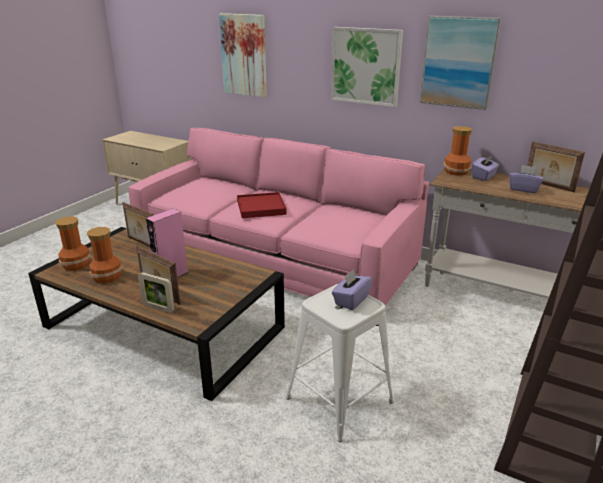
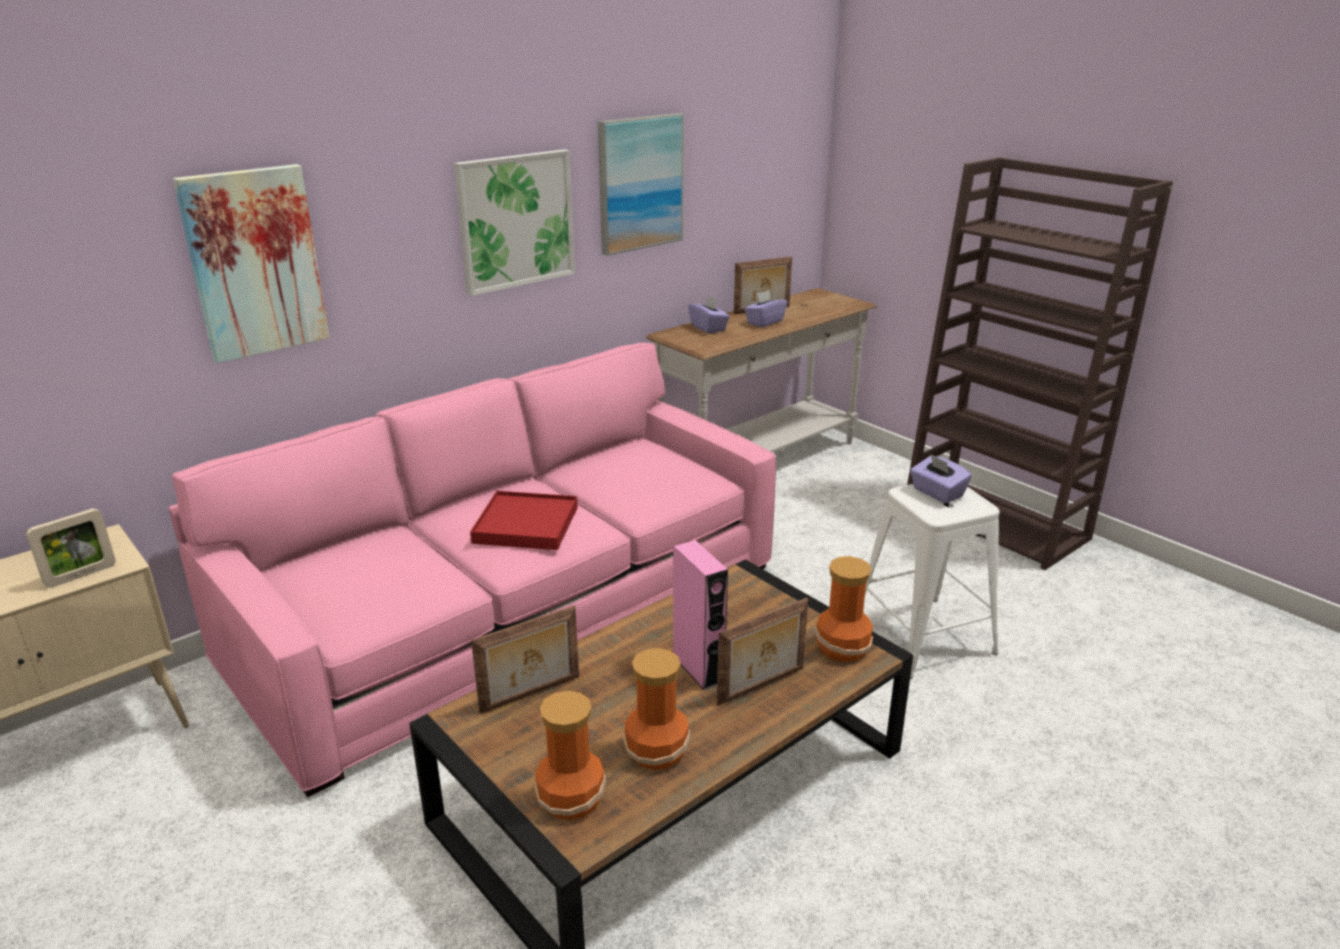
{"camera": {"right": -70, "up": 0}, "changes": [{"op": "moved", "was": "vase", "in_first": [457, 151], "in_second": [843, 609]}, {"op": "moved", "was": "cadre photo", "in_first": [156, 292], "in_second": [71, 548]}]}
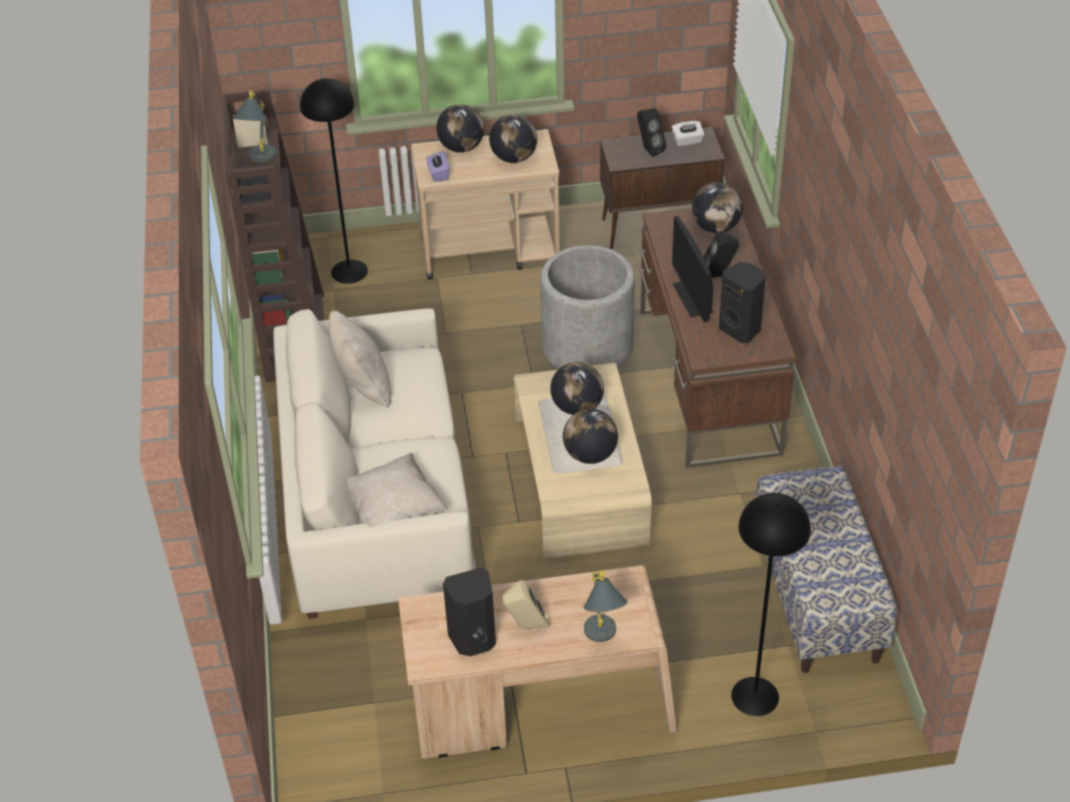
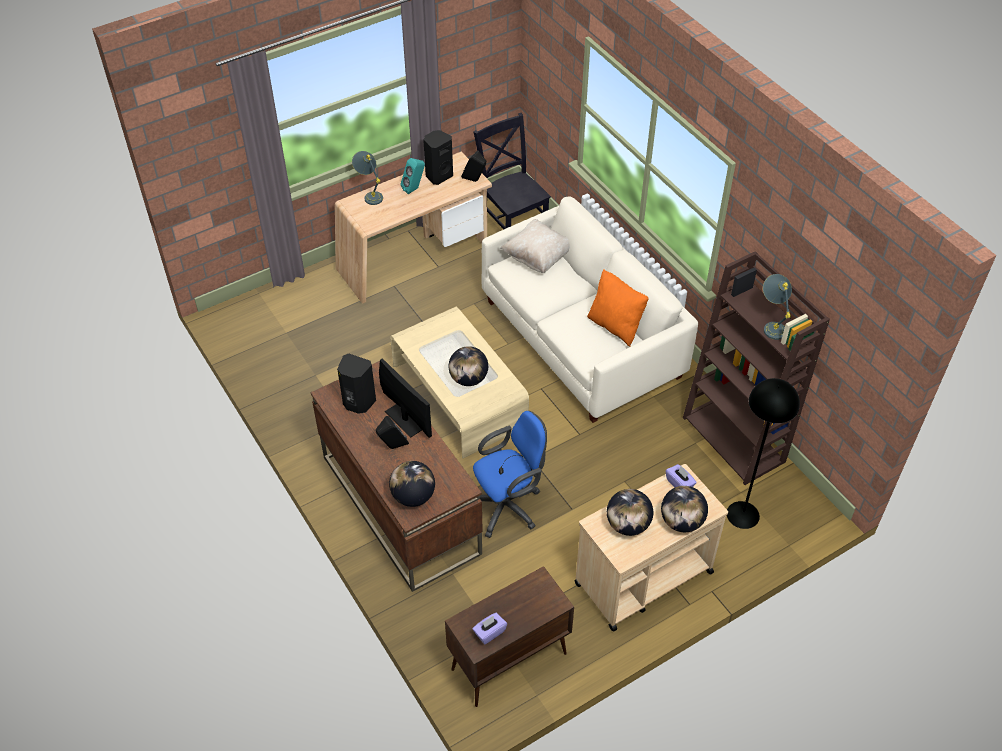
{"camera": {"right": 155, "up": 5}, "changes": [{"op": "moved", "was": "enceinte (noir)", "in_first": [651, 132], "in_second": [473, 166]}, {"op": "recoloured", "was": "boîte à mouchoirs (blanc)", "now": "boîte à mouchoirs (violet)", "in_first": [687, 133], "in_second": [489, 628]}, {"op": "replaced", "was": "cache-pot (gris)", "now": "chaise de bureau (bleu)", "in_first": [587, 307], "in_second": [510, 474]}, {"op": "recoloured", "was": "coussin (beige)", "now": "coussin (orange)", "in_first": [360, 359], "in_second": [618, 308]}, {"op": "removed", "was": "globe", "in_first": [590, 436]}, {"op": "removed", "was": "banc", "in_first": [826, 569]}, {"op": "removed", "was": "lampadaire (noir)", "in_first": [771, 604]}, {"op": "recoloured", "was": "enceinte (beige)", "now": "enceinte (turquoise)", "in_first": [525, 604], "in_second": [413, 176]}, {"op": "added", "now": "chaise (noir)", "in_second": [512, 171]}]}
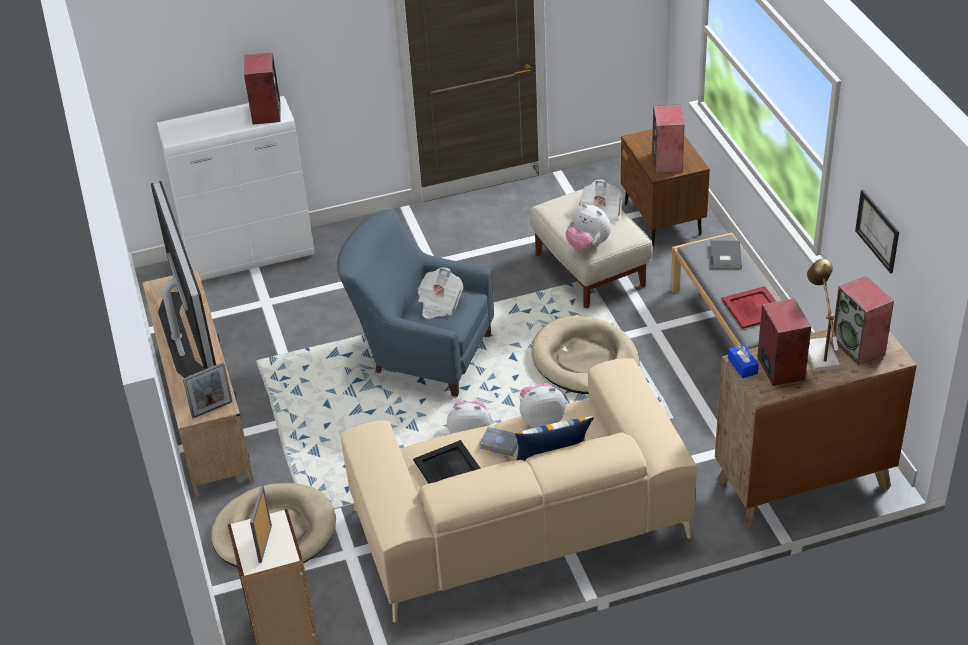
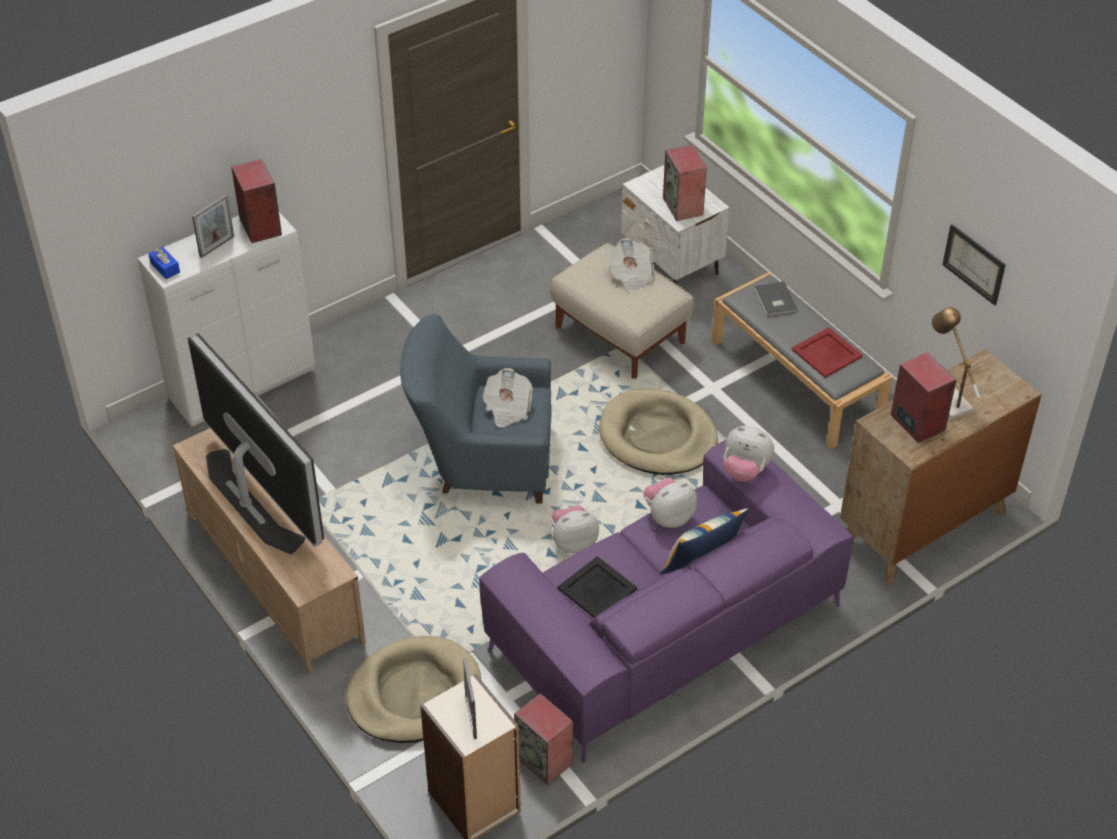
{"camera": {"right": -20, "up": 5}, "changes": [{"op": "recoloured", "was": "table de chevet (marron)", "now": "table de chevet (blanc)", "in_first": [665, 187], "in_second": [675, 224]}, {"op": "moved", "was": "peluche", "in_first": [588, 227], "in_second": [749, 454]}, {"op": "moved", "was": "enceinte", "in_first": [863, 320], "in_second": [543, 739]}, {"op": "moved", "was": "boîte à mouchoirs (bleu)", "in_first": [743, 361], "in_second": [164, 263]}, {"op": "recoloured", "was": "canapé (beige)", "now": "canapé (violet)", "in_first": [519, 490], "in_second": [666, 601]}, {"op": "moved", "was": "cadre photo", "in_first": [208, 390], "in_second": [213, 226]}, {"op": "removed", "was": "livre (gris)", "in_first": [498, 441]}]}
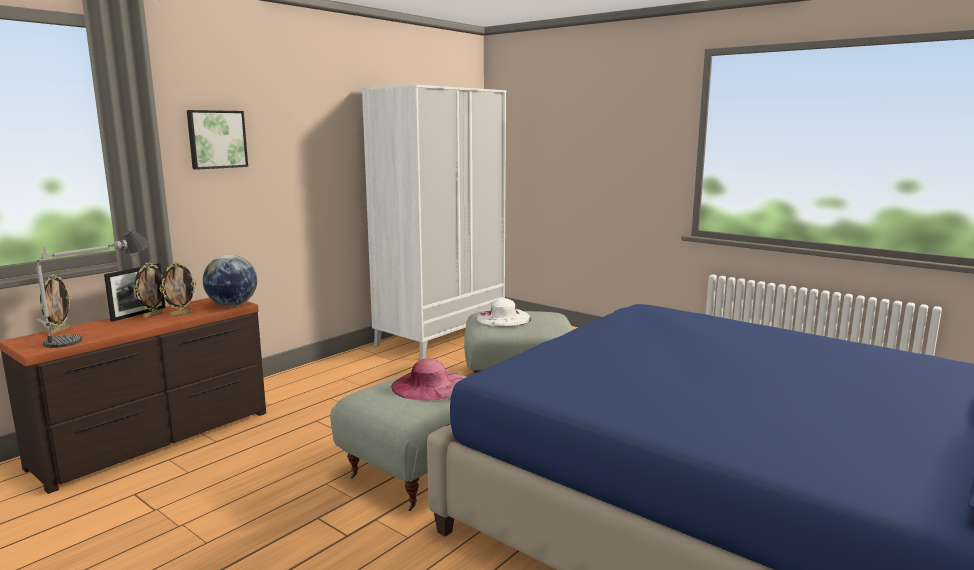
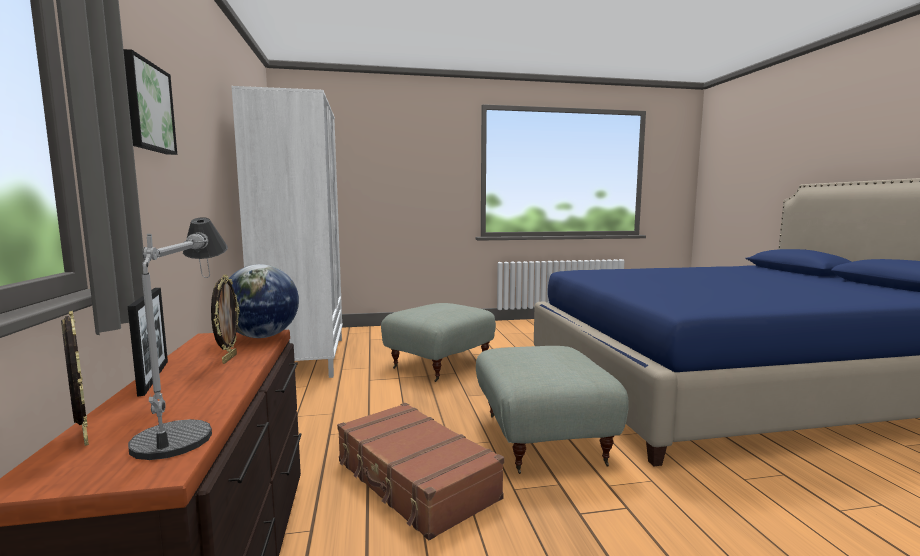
{"camera": {"right": -50, "up": -5}, "changes": [{"op": "removed", "was": "cadre photo", "in_first": [148, 290]}, {"op": "removed", "was": "chapeau (blanc)", "in_first": [504, 312]}, {"op": "removed", "was": "chapeau (rose)", "in_first": [427, 379]}, {"op": "added", "now": "valise (marron)", "in_second": [420, 472]}]}
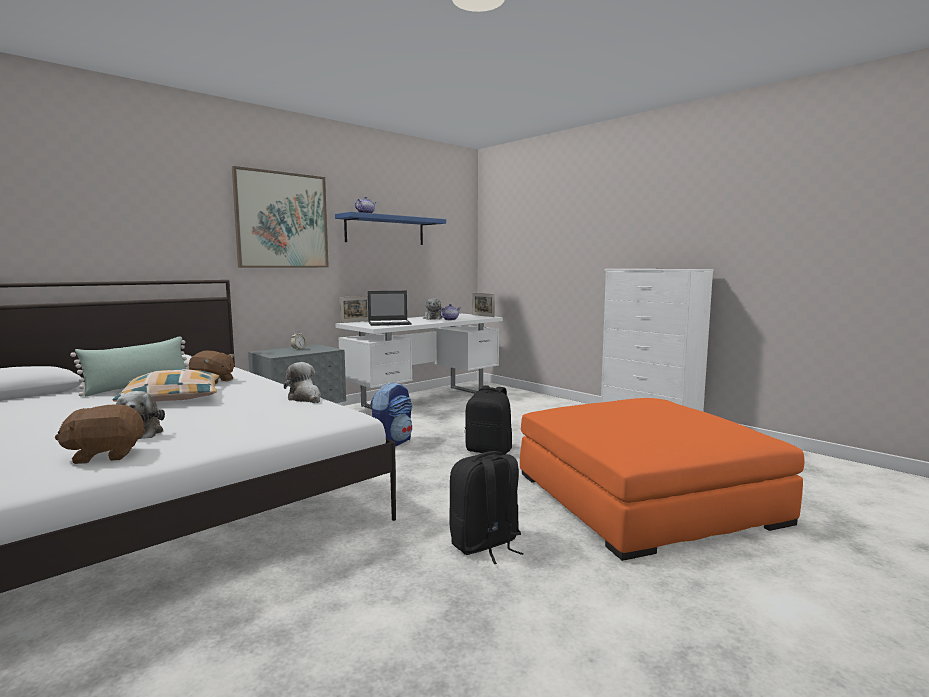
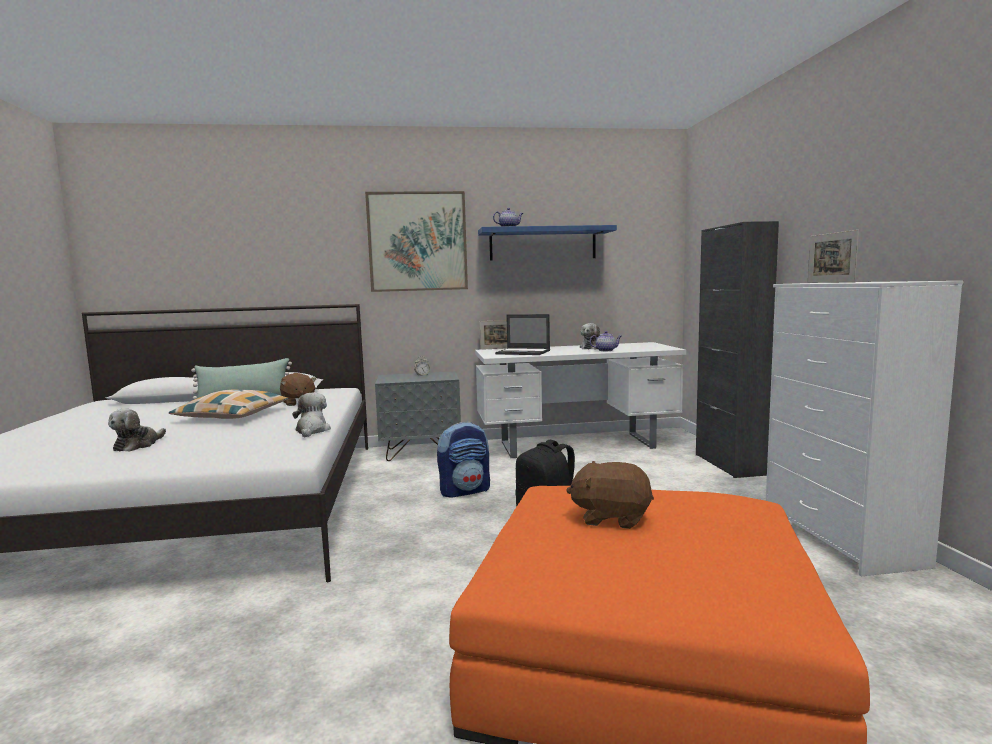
{"camera": {"right": 35, "up": 0}, "changes": [{"op": "moved", "was": "cadre photo", "in_first": [483, 305], "in_second": [833, 256]}, {"op": "moved", "was": "peluche (marron)", "in_first": [100, 434], "in_second": [610, 495]}, {"op": "removed", "was": "sac à dos (noir)", "in_first": [486, 507]}, {"op": "added", "now": "meuble de rangement (noir)", "in_second": [737, 349]}]}
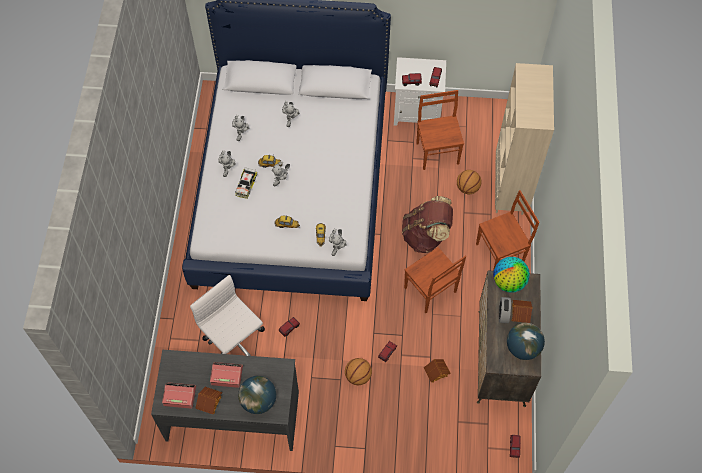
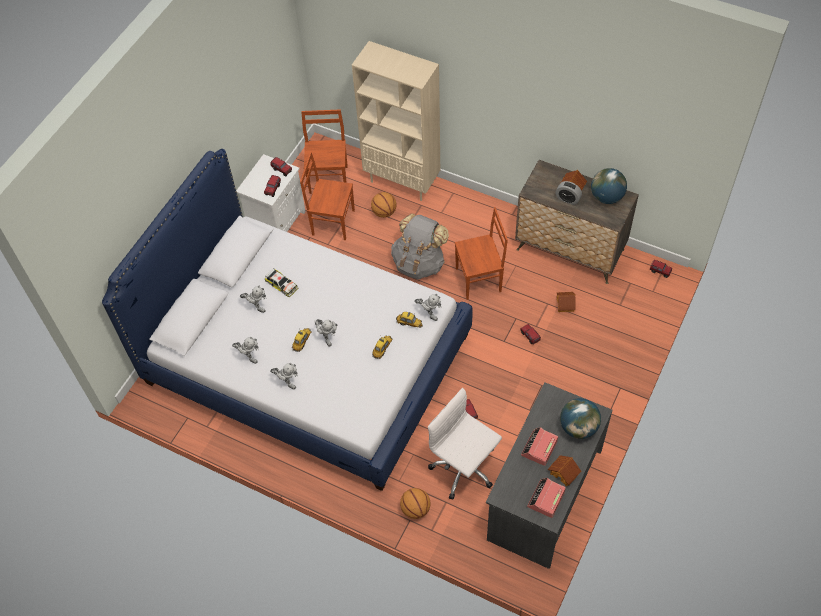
{"camera": {"right": -65, "up": -5}, "changes": [{"op": "moved", "was": "petite voiture", "in_first": [246, 183], "in_second": [281, 282]}, {"op": "moved", "was": "chaise (marron)", "in_first": [508, 230], "in_second": [324, 152]}, {"op": "recoloured", "was": "sac à dos (marron)", "now": "sac à dos (gris)", "in_first": [427, 224], "in_second": [420, 247]}, {"op": "removed", "was": "globe", "in_first": [511, 275]}, {"op": "turned", "was": "chaise de bureau (blanc)", "in_first": [227, 315], "in_second": [465, 444], "clockwise": 60}, {"op": "moved", "was": "ballon de basket", "in_first": [358, 371], "in_second": [415, 503]}]}
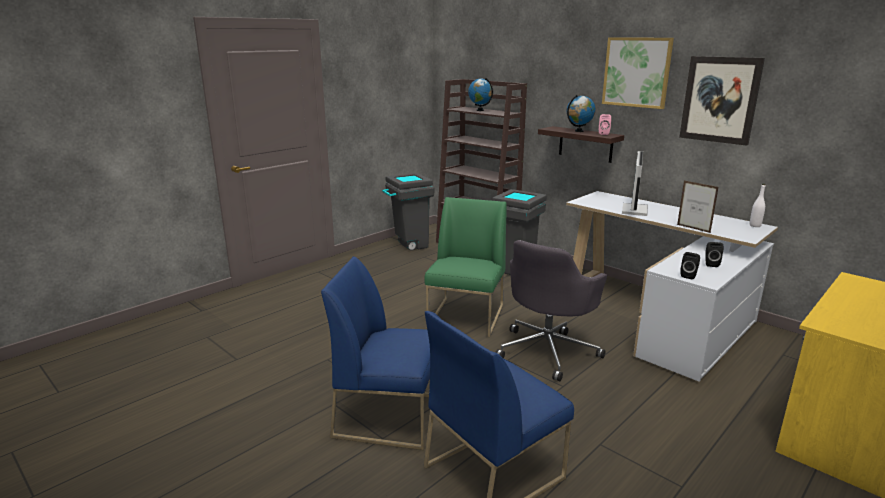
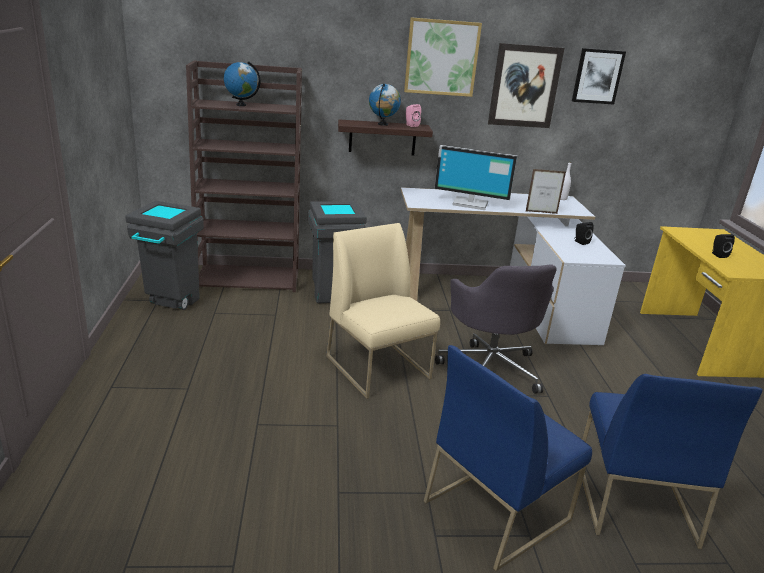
{"camera": {"right": -50, "up": 5}, "changes": [{"op": "turned", "was": "écran d'ordinateur", "in_first": [635, 183], "in_second": [476, 177], "clockwise": 135}, {"op": "recoloured", "was": "chaise (vert)", "now": "chaise (beige)", "in_first": [465, 267], "in_second": [383, 311]}, {"op": "moved", "was": "enceinte (noir)", "in_first": [690, 265], "in_second": [723, 246]}, {"op": "added", "now": "tableau", "in_second": [599, 76]}]}
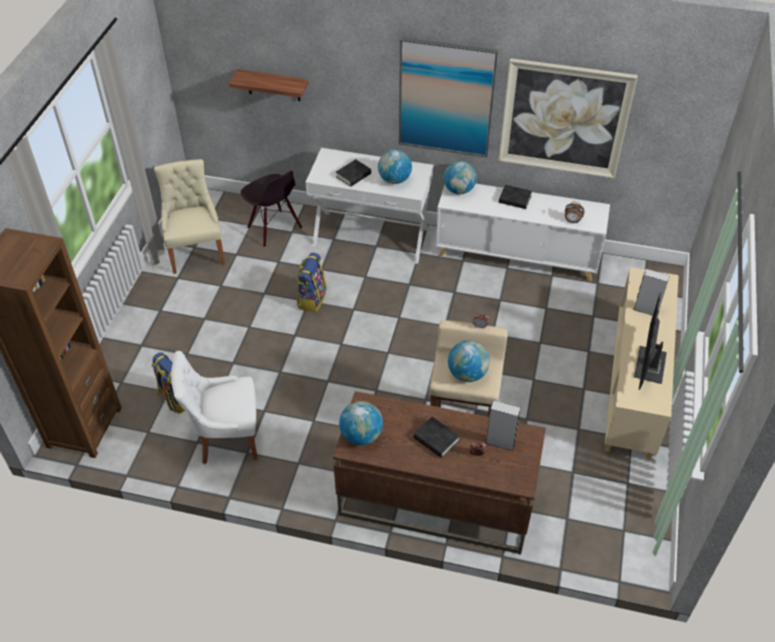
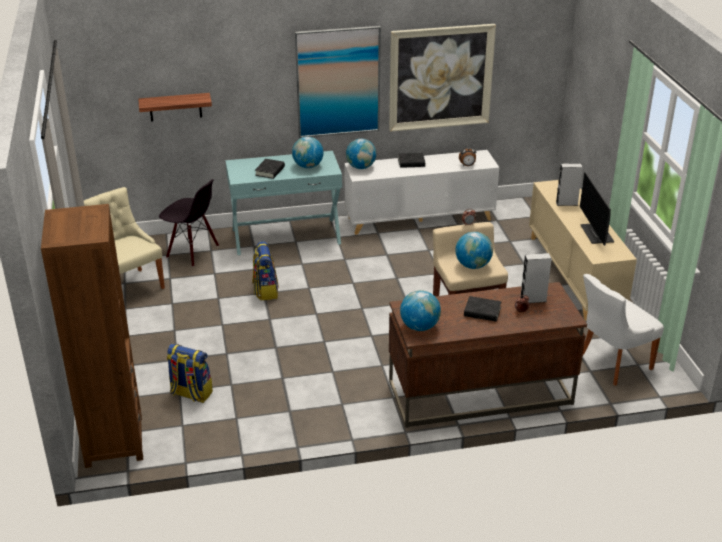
{"camera": {"right": -25, "up": -15}, "changes": [{"op": "recoloured", "was": "table console (blanc)", "now": "table console (turquoise)", "in_first": [369, 206], "in_second": [283, 203]}, {"op": "moved", "was": "chaise (blanc)", "in_first": [214, 407], "in_second": [623, 330]}]}
